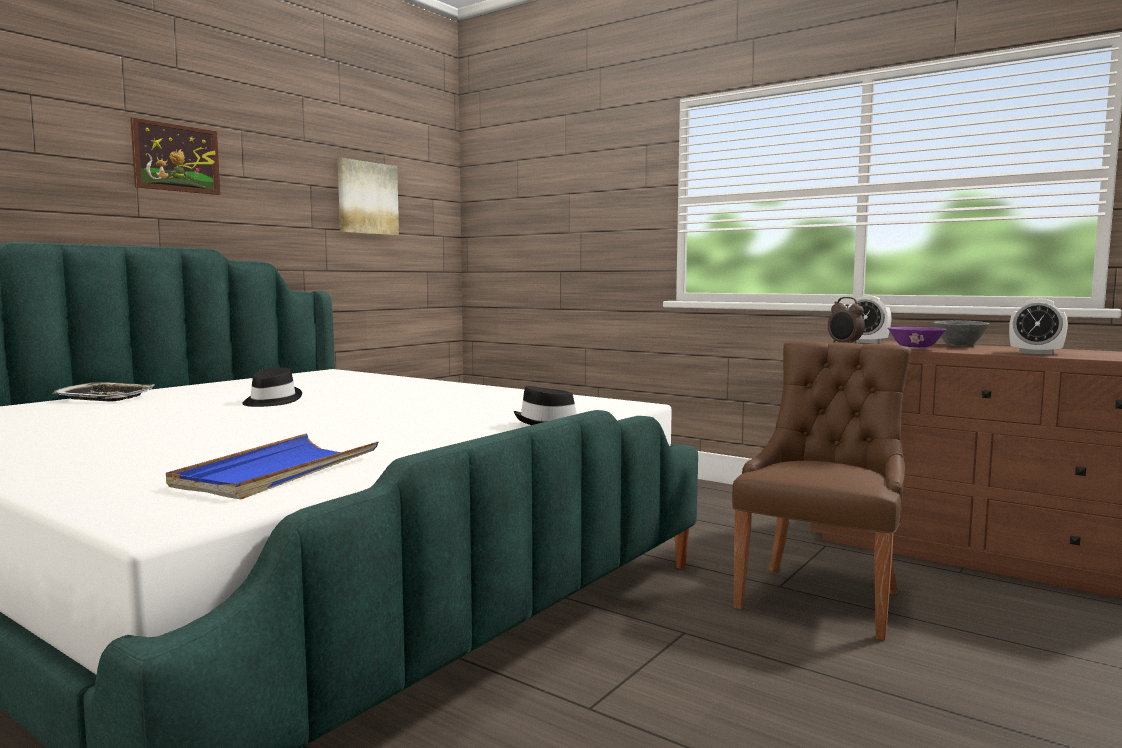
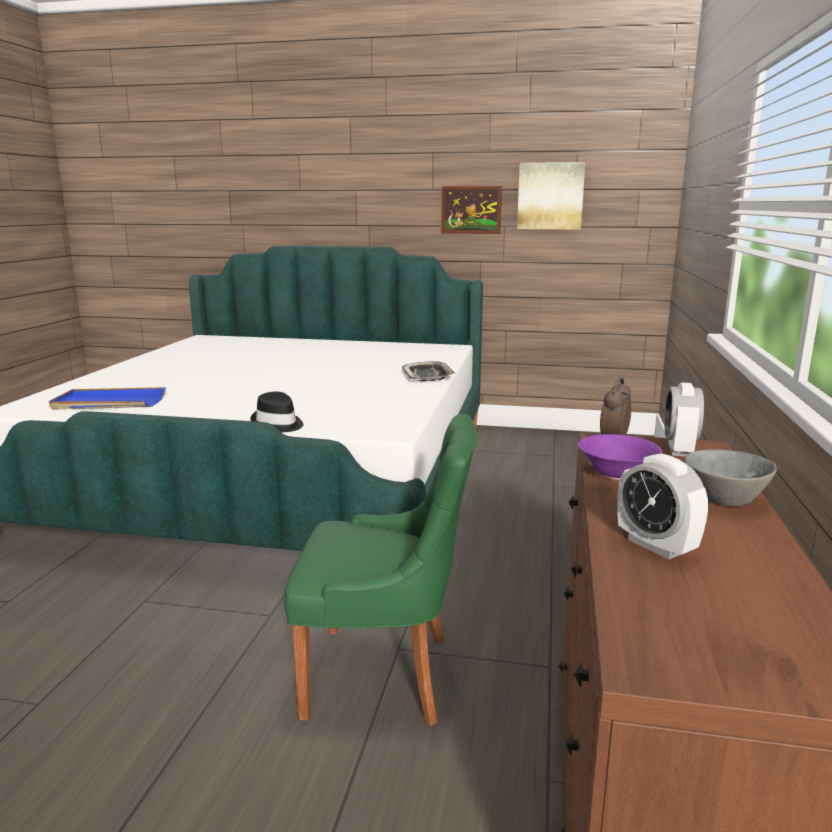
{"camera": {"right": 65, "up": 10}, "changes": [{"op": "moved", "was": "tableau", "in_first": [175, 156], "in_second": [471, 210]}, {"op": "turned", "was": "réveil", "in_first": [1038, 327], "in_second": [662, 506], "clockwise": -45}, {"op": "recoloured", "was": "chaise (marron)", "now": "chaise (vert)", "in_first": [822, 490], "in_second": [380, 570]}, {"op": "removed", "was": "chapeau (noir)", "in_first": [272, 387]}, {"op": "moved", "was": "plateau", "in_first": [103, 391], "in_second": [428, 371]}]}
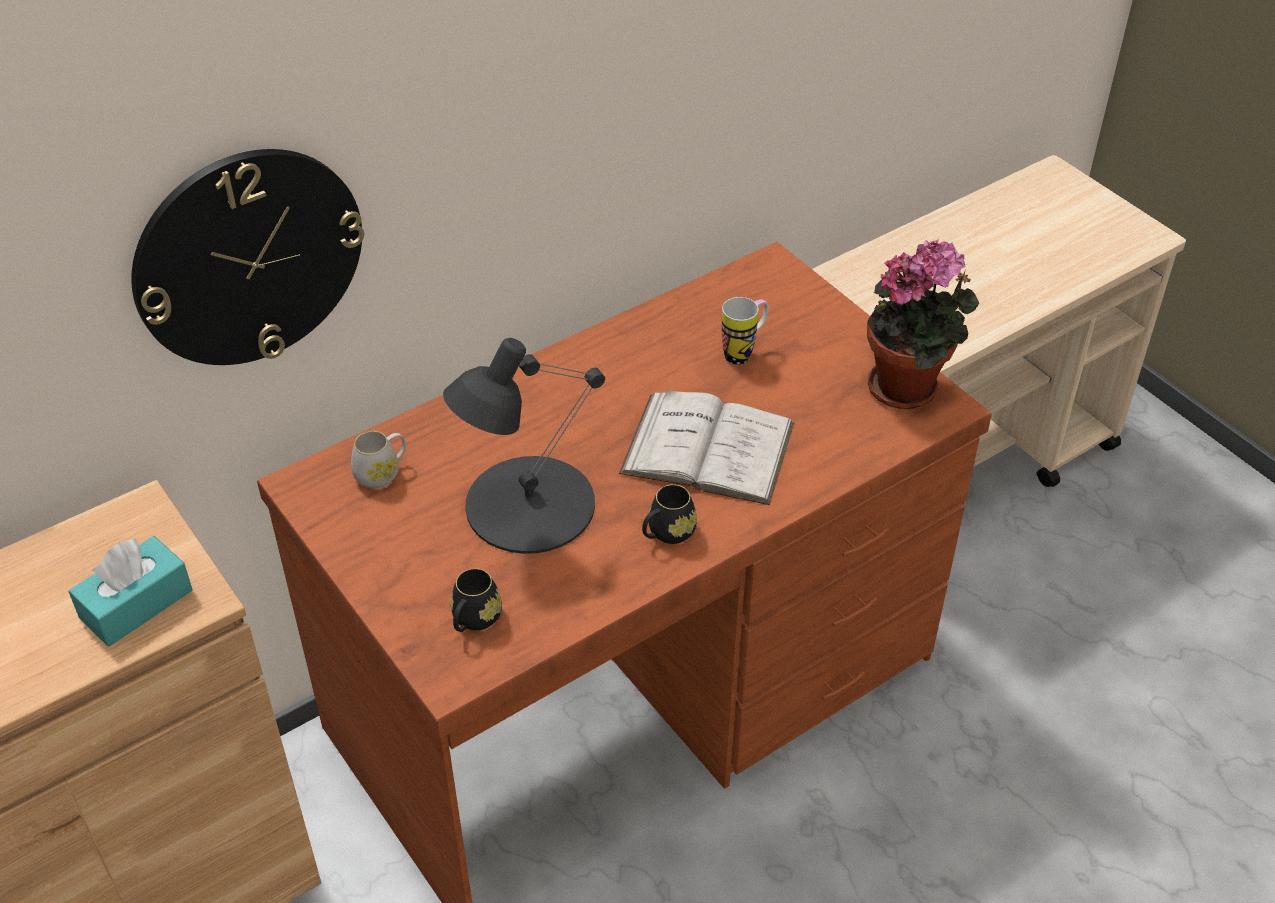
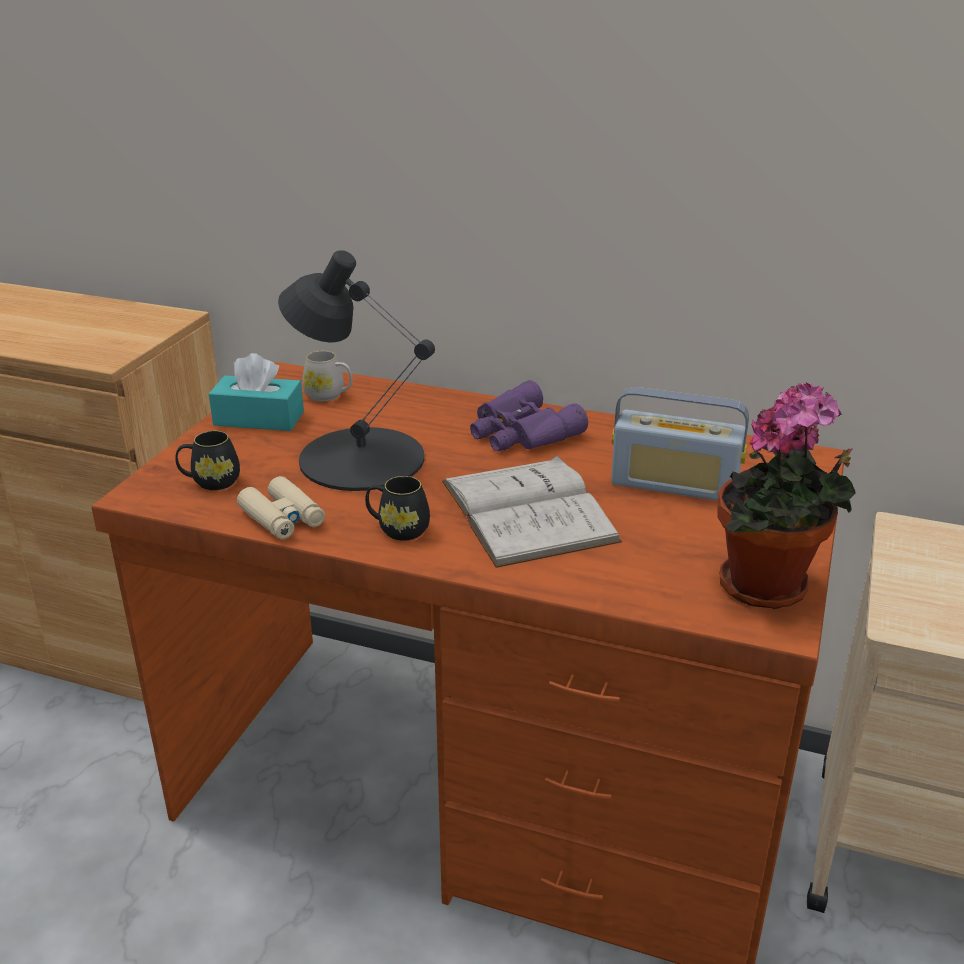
{"camera": {"right": 55, "up": -15}, "changes": [{"op": "removed", "was": "horloge murale", "in_first": [247, 257]}, {"op": "replaced", "was": "mug", "now": "radio", "in_first": [745, 331], "in_second": [680, 444]}, {"op": "moved", "was": "boîte à mouchoirs (turquoise)", "in_first": [130, 591], "in_second": [256, 392]}, {"op": "added", "now": "jumelles (violet)", "in_second": [529, 415]}, {"op": "added", "now": "jumelles (beige)", "in_second": [281, 507]}]}
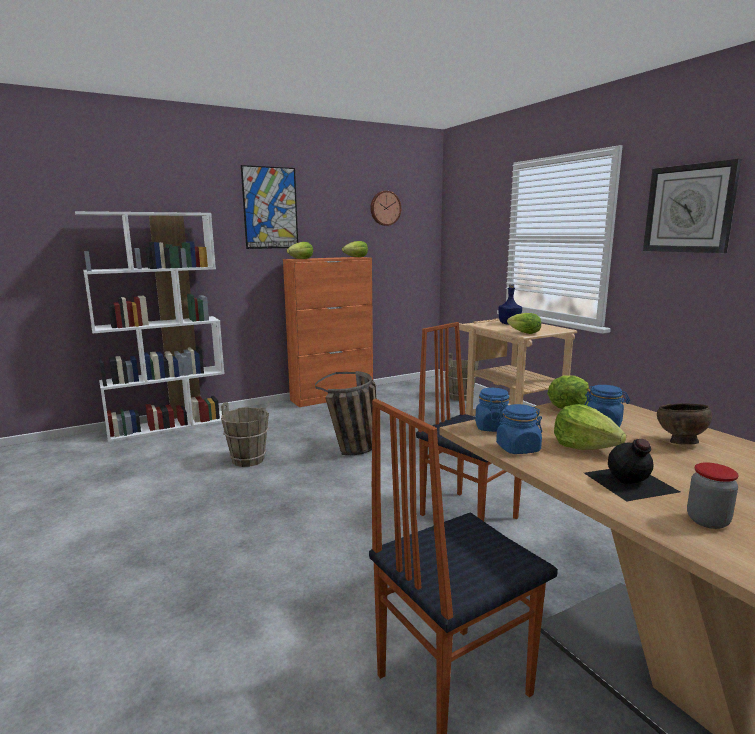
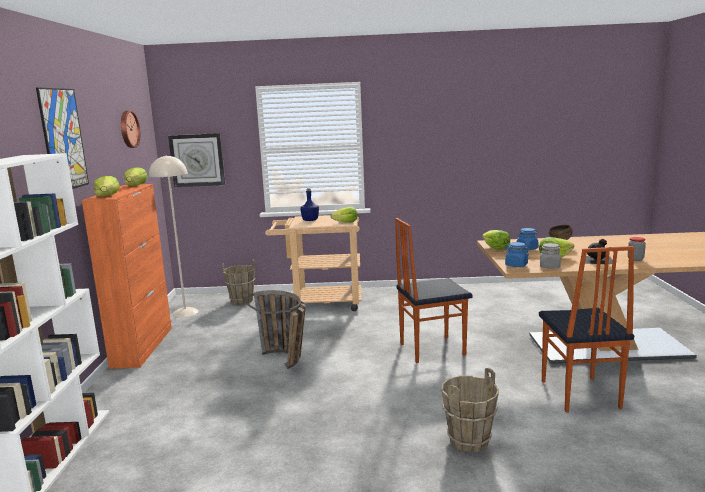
{"camera": {"right": -60, "up": 0}, "changes": [{"op": "moved", "was": "horloge murale", "in_first": [692, 206], "in_second": [197, 160]}, {"op": "moved", "was": "seau (marron)", "in_first": [245, 434], "in_second": [470, 410]}, {"op": "recoloured", "was": "bocal (bleu)", "now": "bocal (gris)", "in_first": [519, 429], "in_second": [550, 255]}, {"op": "added", "now": "lampadaire (beige)", "in_second": [174, 236]}]}
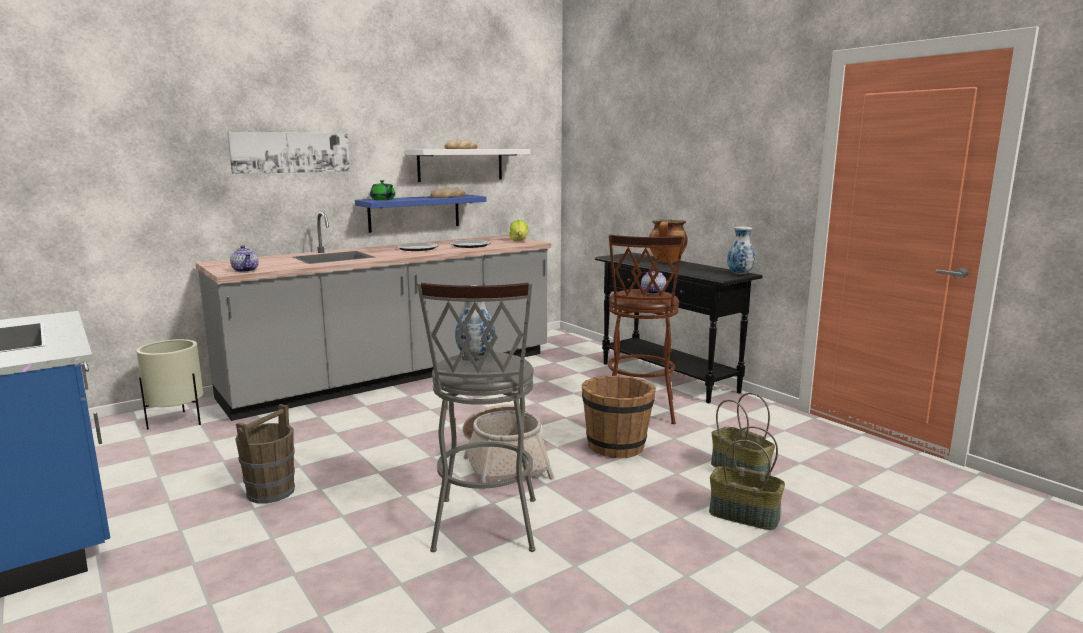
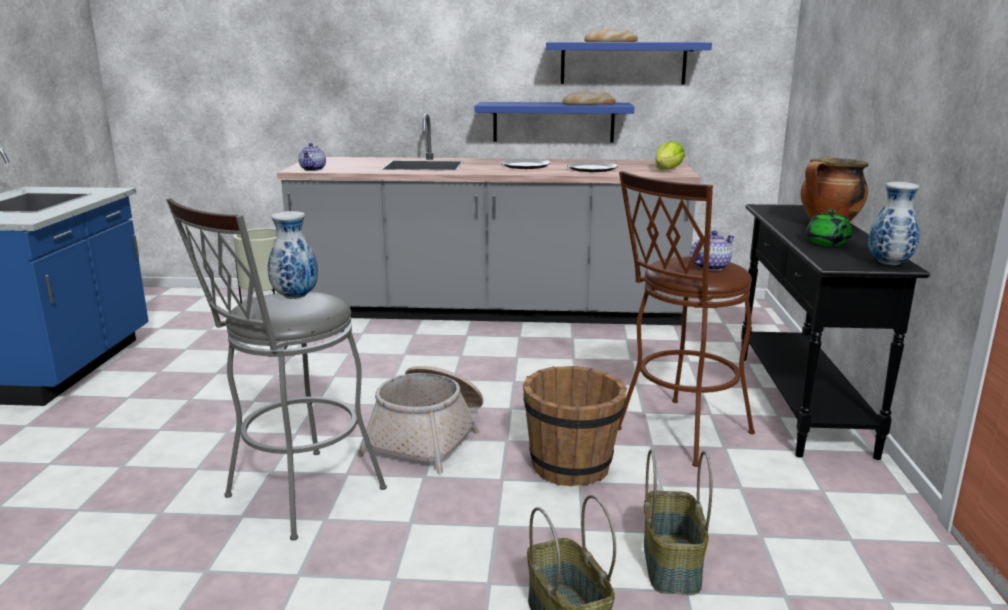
{"camera": {"right": 40, "up": 5}, "changes": [{"op": "removed", "was": "tableau", "in_first": [288, 153]}, {"op": "recoloured", "was": "étagère (blanc)", "now": "étagère (bleu)", "in_first": [467, 165], "in_second": [629, 63]}, {"op": "moved", "was": "théière (vert)", "in_first": [382, 190], "in_second": [829, 228]}, {"op": "removed", "was": "seau (marron)", "in_first": [265, 453]}]}
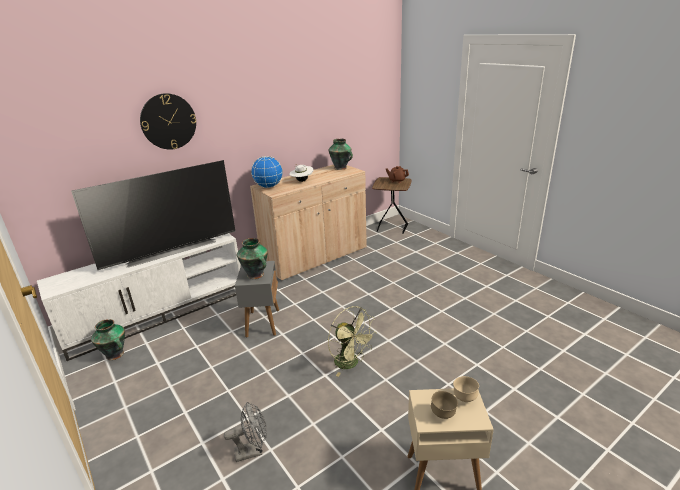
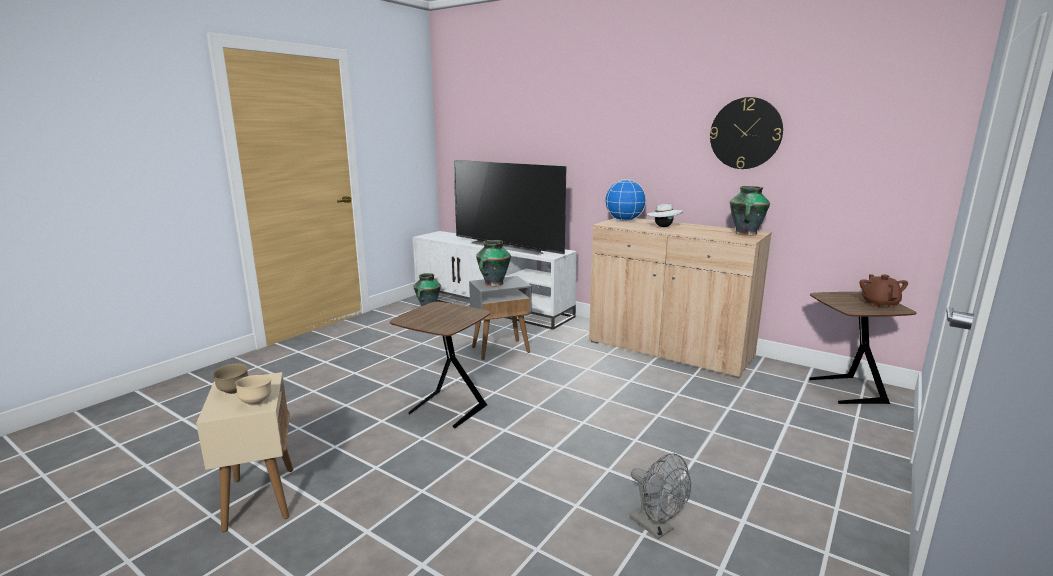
{"camera": {"right": 70, "up": -10}, "changes": [{"op": "moved", "was": "horloge murale", "in_first": [168, 121], "in_second": [746, 133]}, {"op": "replaced", "was": "ventilateur (vert)", "now": "table d'appoint (marron)", "in_first": [352, 341], "in_second": [440, 365]}, {"op": "moved", "was": "ventilateur (gris)", "in_first": [245, 432], "in_second": [660, 496]}]}
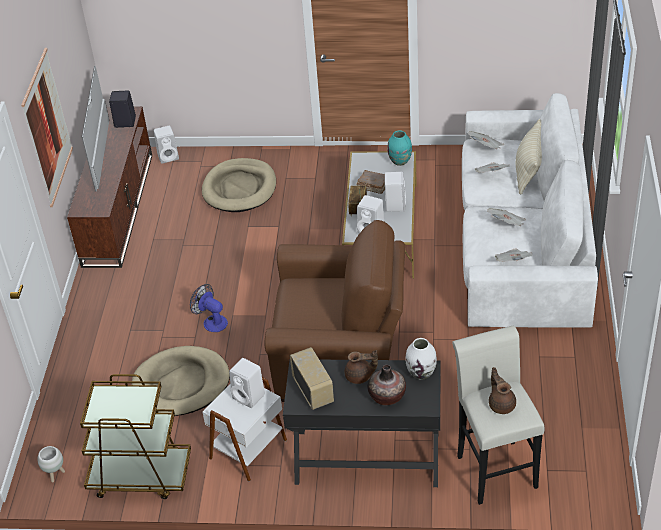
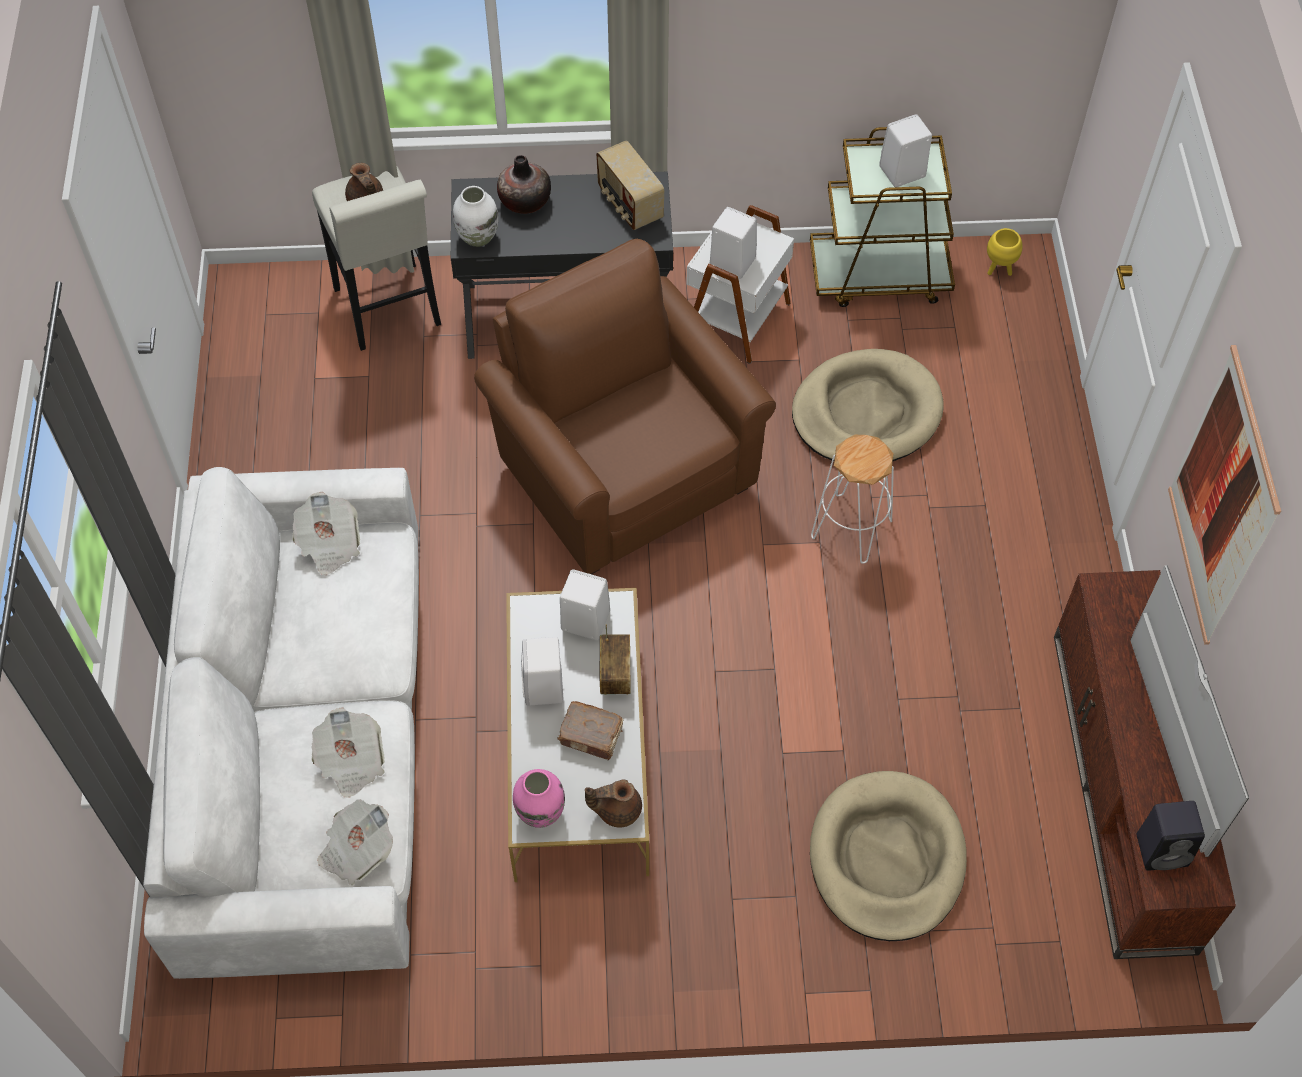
{"camera": {"right": 170, "up": 15}, "changes": [{"op": "removed", "was": "coussin (beige)", "in_first": [529, 156]}, {"op": "moved", "was": "enceinte (blanc)", "in_first": [166, 145], "in_second": [905, 150]}, {"op": "recoloured", "was": "vase (turquoise)", "now": "vase (rose)", "in_first": [399, 148], "in_second": [539, 798]}, {"op": "removed", "was": "journal", "in_first": [506, 217]}, {"op": "turned", "was": "fauteuil (marron)", "in_first": [335, 311], "in_second": [625, 406], "clockwise": 60}, {"op": "replaced", "was": "ventilateur", "now": "tabouret (blanc)", "in_first": [209, 308], "in_second": [852, 499]}, {"op": "moved", "was": "théière (marron)", "in_first": [361, 367], "in_second": [613, 803]}, {"op": "recoloured", "was": "cache-pot (blanc)", "now": "cache-pot (jaune)", "in_first": [51, 464], "in_second": [1005, 252]}]}
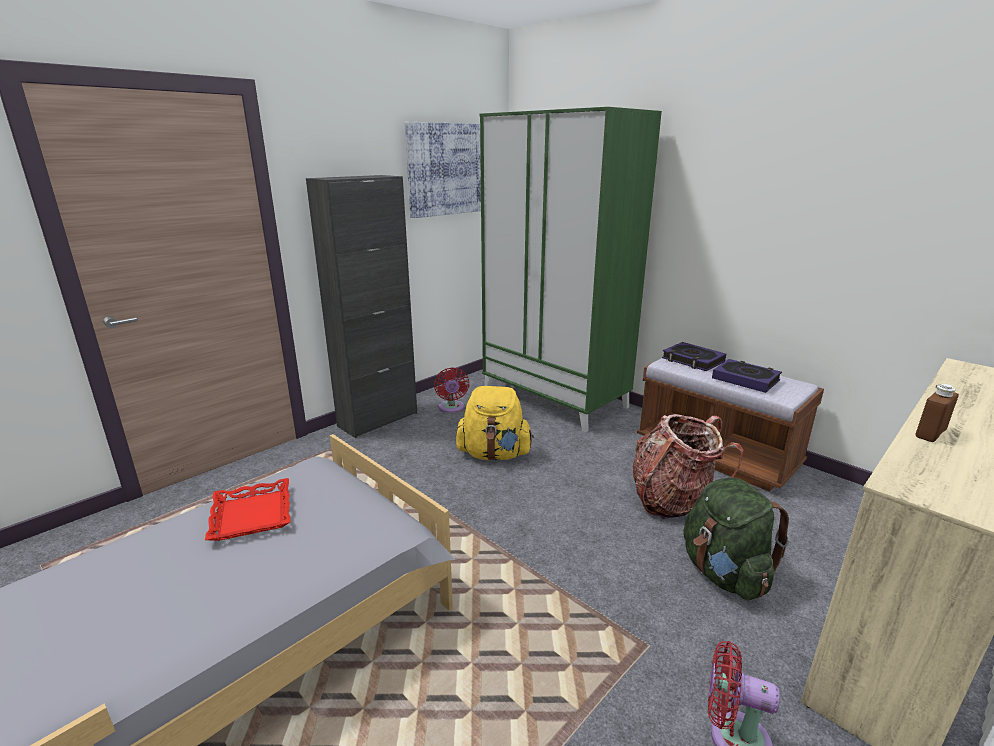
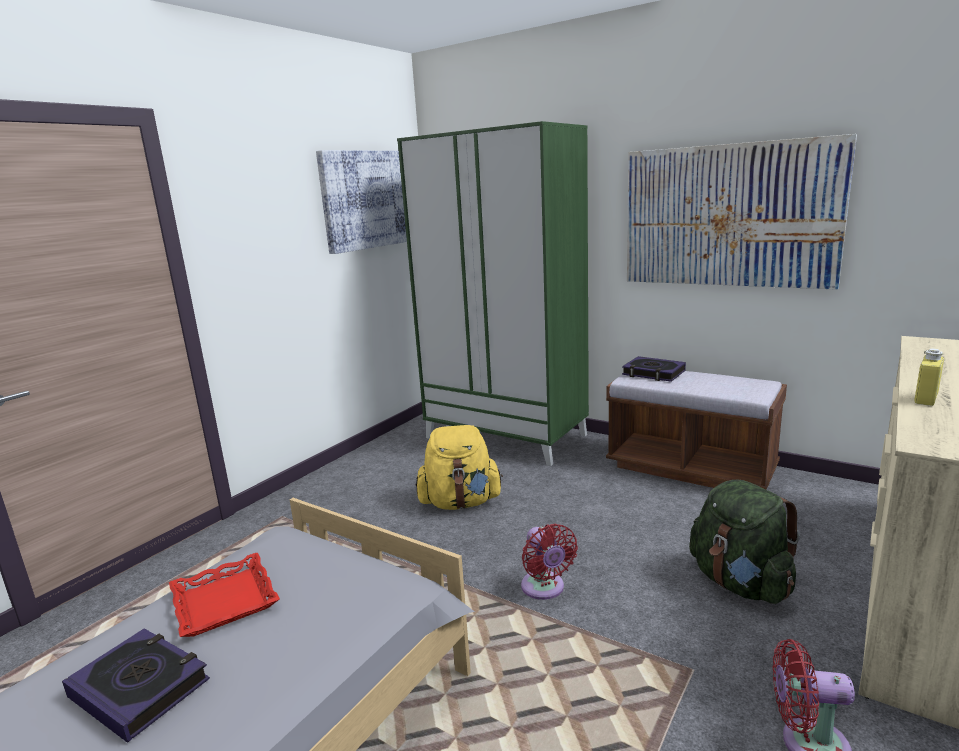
{"camera": {"right": -10, "up": -5}, "changes": [{"op": "removed", "was": "meuble de rangement (noir)", "in_first": [361, 306]}, {"op": "moved", "was": "livre", "in_first": [747, 376], "in_second": [136, 685]}, {"op": "moved", "was": "ventilateur (rouge)", "in_first": [451, 390], "in_second": [549, 562]}, {"op": "recoloured", "was": "bouteille (marron)", "now": "bouteille (jaune)", "in_first": [937, 413], "in_second": [929, 377]}, {"op": "removed", "was": "sac à dos", "in_first": [687, 466]}, {"op": "added", "now": "tableau", "in_second": [742, 212]}]}
